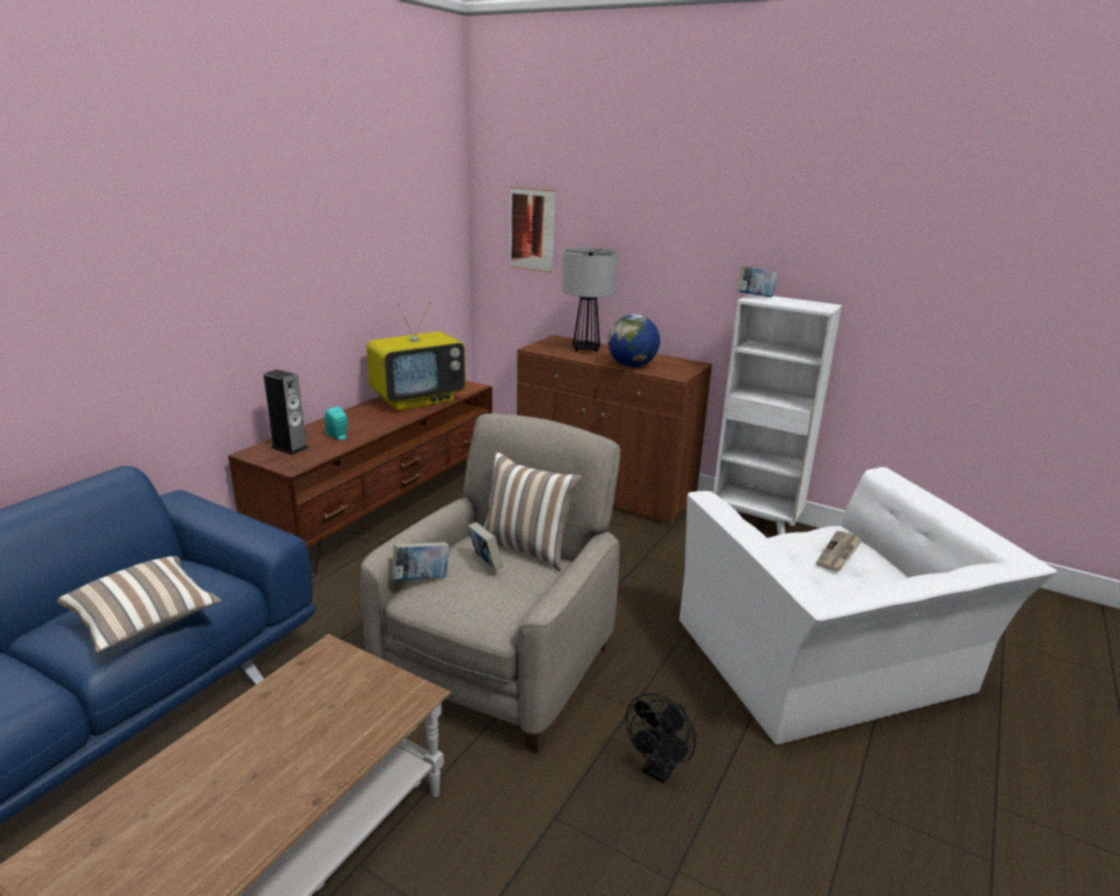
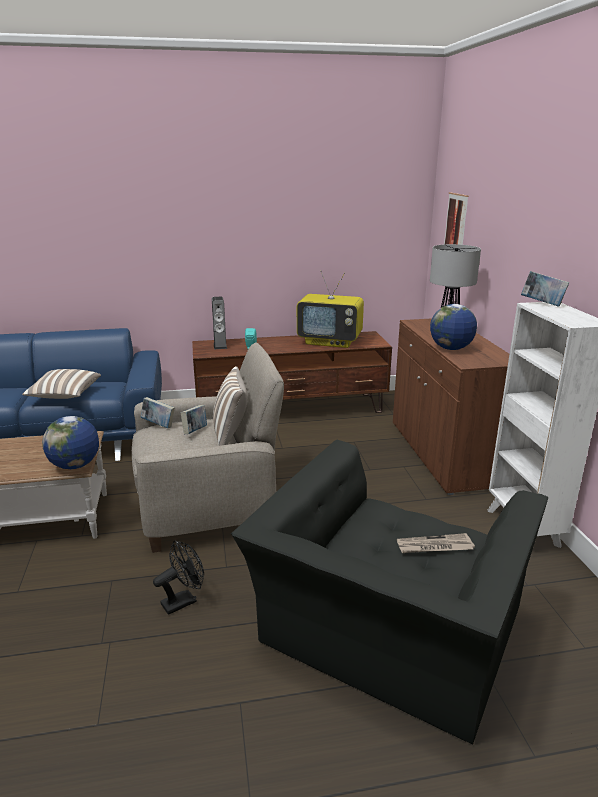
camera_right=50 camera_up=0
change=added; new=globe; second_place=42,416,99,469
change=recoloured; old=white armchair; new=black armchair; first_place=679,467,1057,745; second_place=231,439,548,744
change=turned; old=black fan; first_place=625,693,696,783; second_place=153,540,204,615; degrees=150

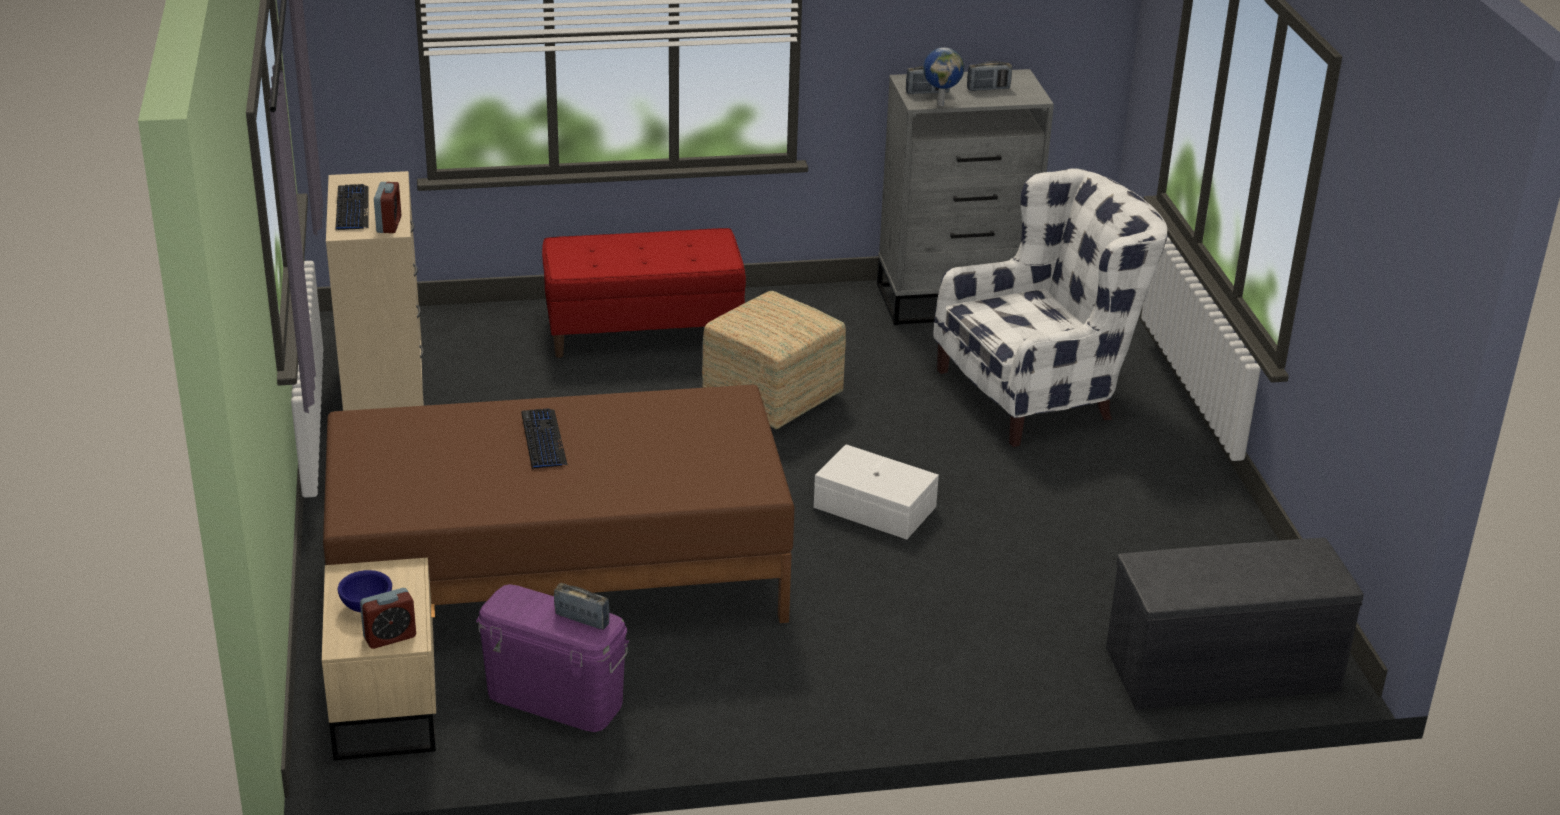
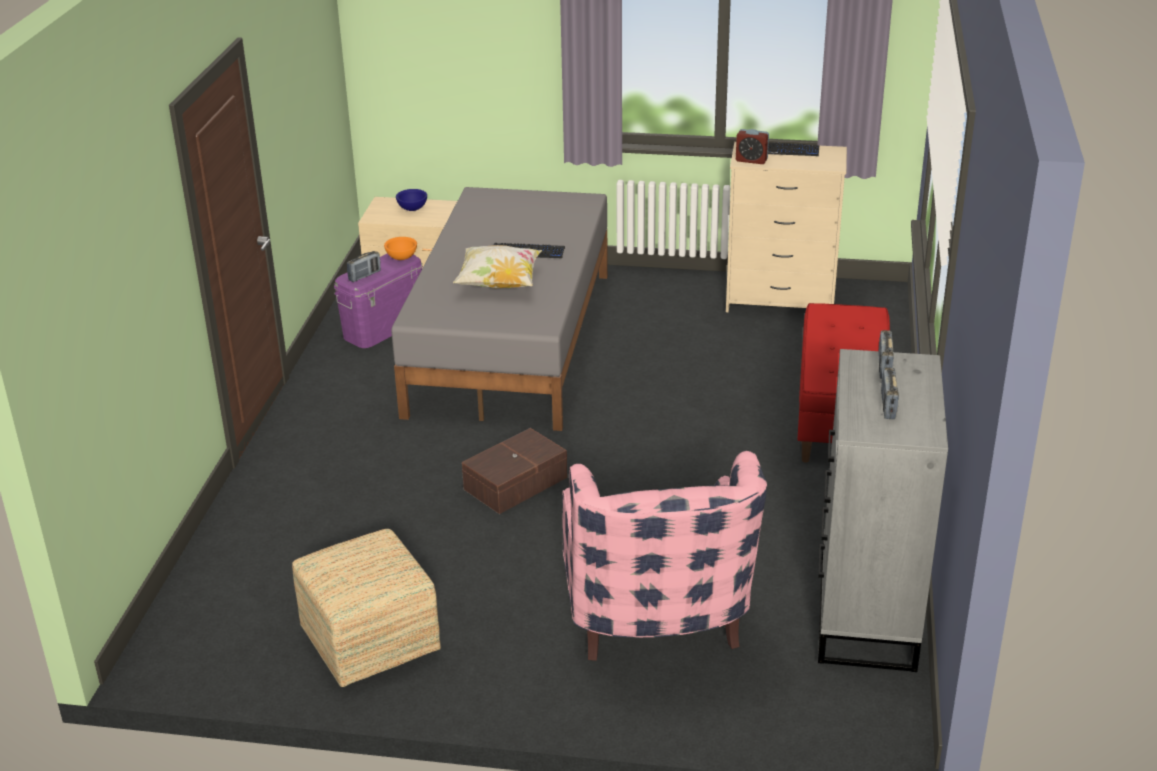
camera_right=110 camera_up=0
change=removed; old=alarm clock; first_place=360,588,416,649
change=removed; old=globe; first_place=923,47,964,106
change=removed; old=grey bench; first_place=1106,538,1364,710
change=added; new=orange bowl; second_place=384,237,417,260
change=added; new=pillow; second_place=453,245,542,289
change=moved; old=ottoman; first_place=702,291,846,429; second_place=292,529,441,687
change=recoloured; old=brown bed; new=grey bed; first_place=323,385,795,623; second_place=391,187,608,431
change=recoloured; old=white storage box; new=brown storage box; first_place=814,444,939,540; second_place=462,428,568,514
change=recoloured; old=white armchair; new=pink armchair; first_place=934,168,1167,447; second_place=562,451,767,661

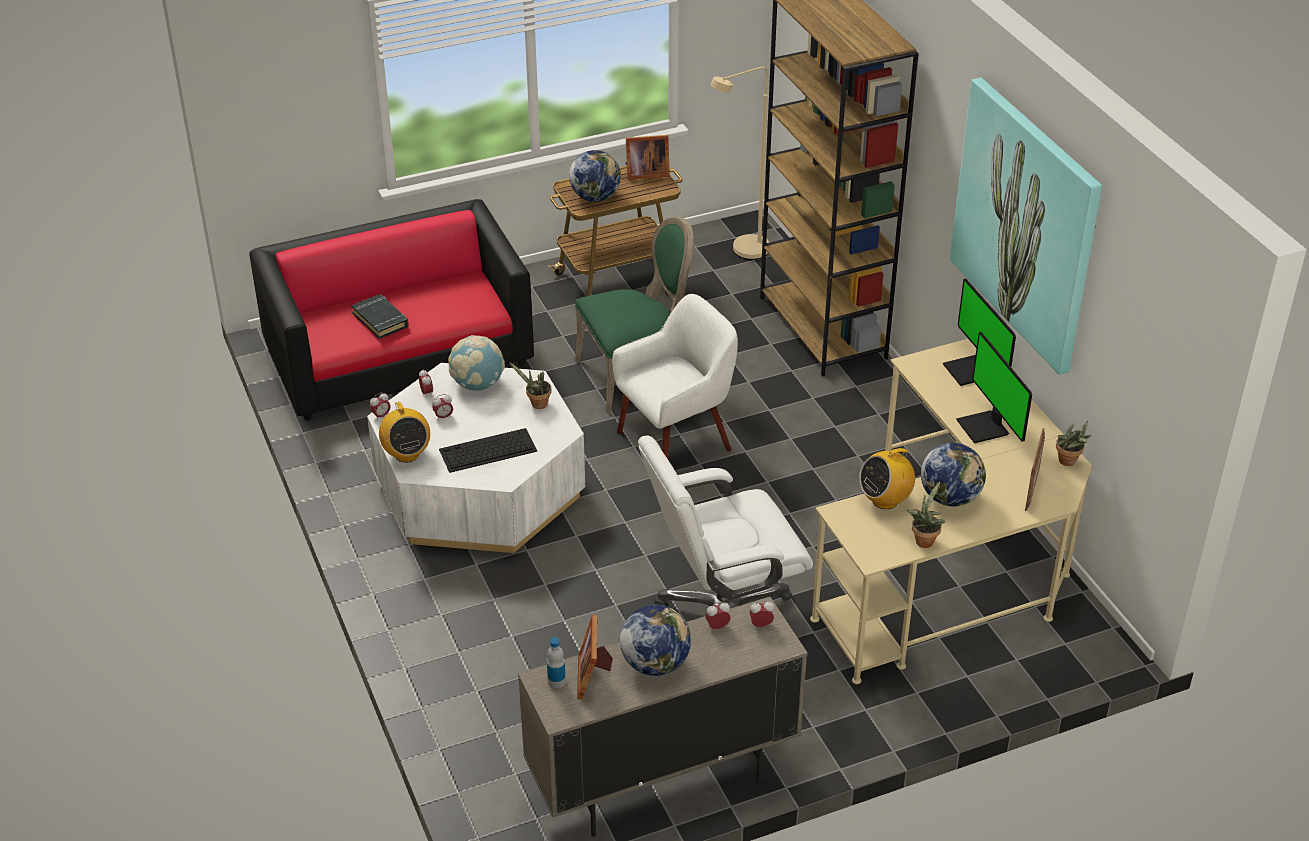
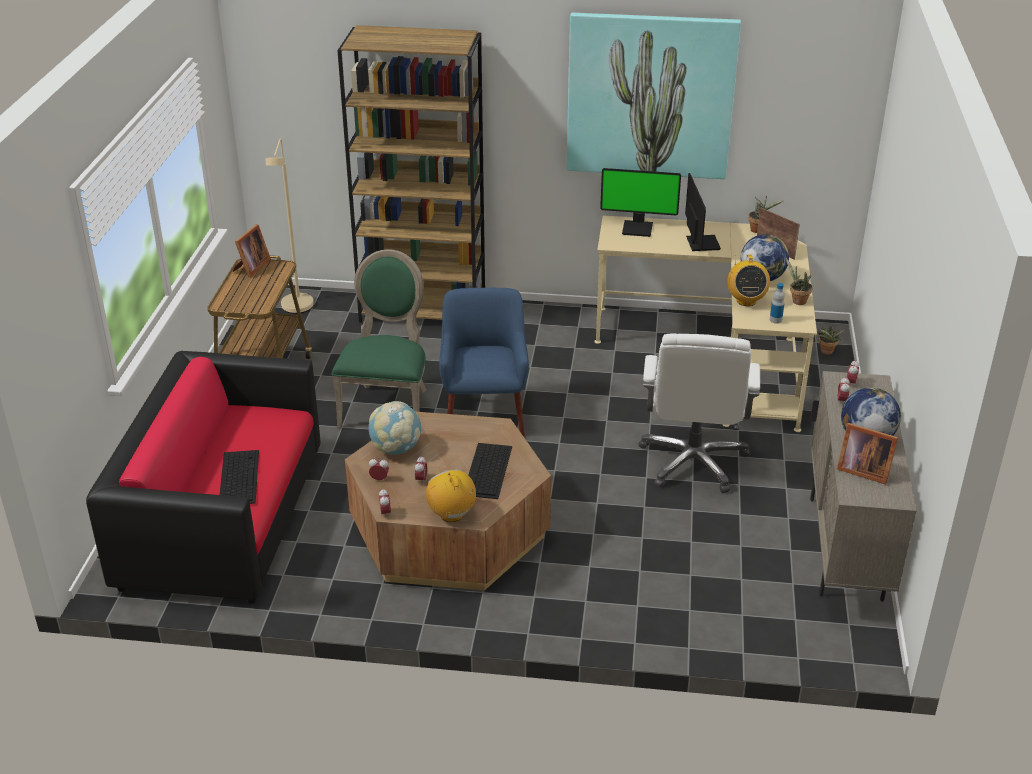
camera_right=-60 camera_up=-5
change=removed; old=globe; first_place=569,150,621,202
change=moved; old=potted plant; first_place=510,363,552,409; second_place=818,324,846,355
change=moved; old=bottle; first_place=547,637,566,688; second_place=770,283,785,324
change=replaced; old=black book; new=keyboard; first_place=351,294,409,339; second_place=220,450,259,504
change=recoloured; old=white coffee table; new=brown coffee table; first_place=367,363,585,553; second_place=345,412,551,590
change=recoloured; old=white armchair; new=blue armchair; first_place=612,294,738,459; second_place=439,288,529,437
change=turned; old=radio; first_place=379,402,430,463; second_place=426,469,476,522; degrees=-120
change=turned; old=monitor; first_place=956,332,1032,443; second_place=685,173,721,251; degrees=-105

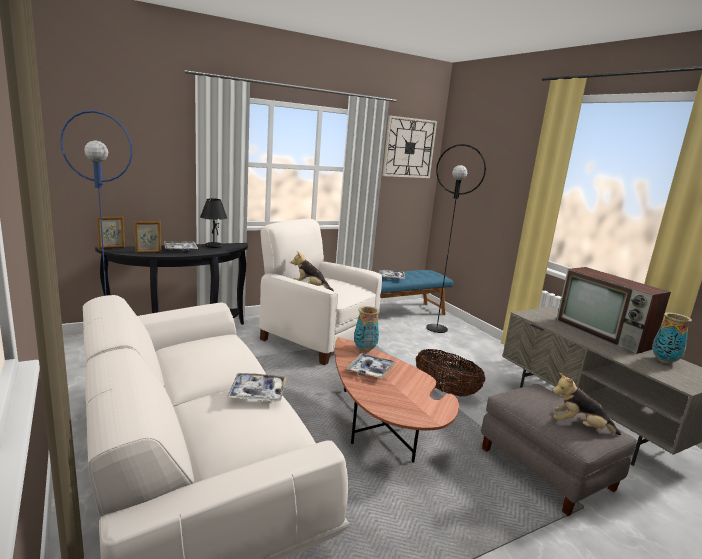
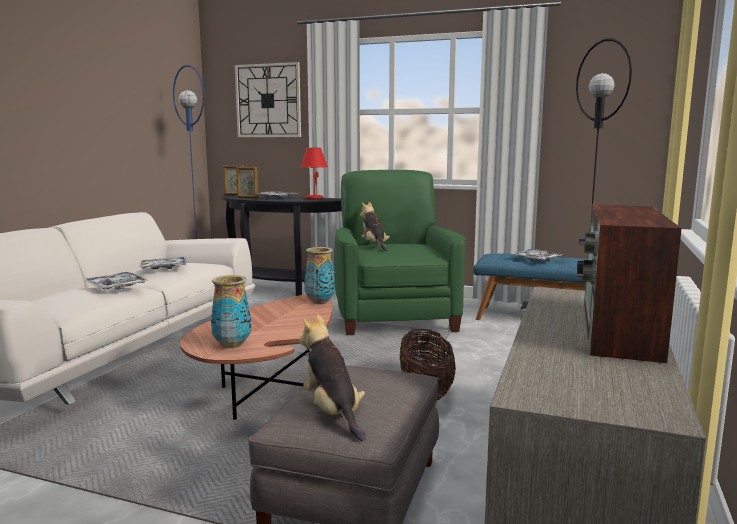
camera_right=50 camera_up=-5
change=moved; old=tray; first_place=346,353,396,379; second_place=139,257,186,269
change=moved; old=wall clock; first_place=383,115,437,178; second_place=235,62,301,137
change=moved; old=vase; first_place=652,312,692,364; second_place=211,275,251,348
change=recoloured; old=black table lamp; new=red table lamp; first_place=200,198,227,248; second_place=300,148,328,199
change=recoloured; old=white armchair; new=green armchair; first_place=259,219,382,365; second_place=334,170,466,335

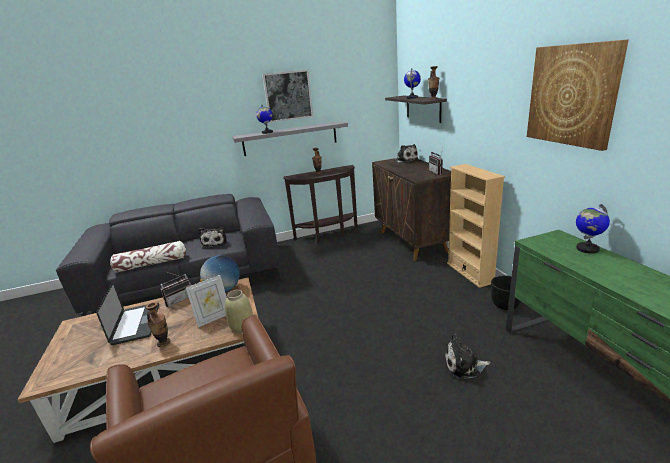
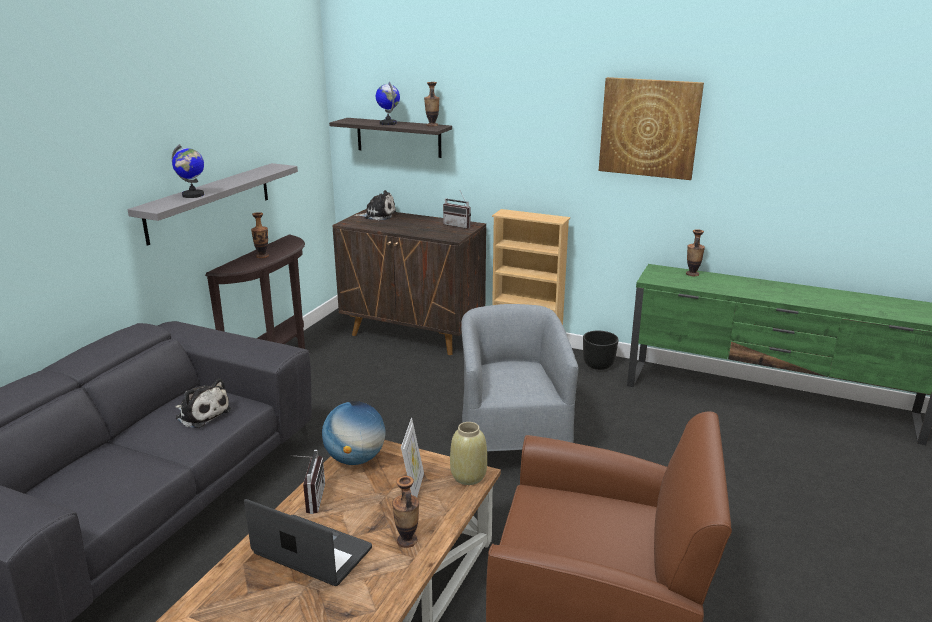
camera_right=-50 camera_up=0
change=removed; old=pillow; first_place=110,241,186,273
change=removed; old=picture; first_place=262,69,313,122
change=removed; old=plush toy; first_place=444,334,490,379
change=added; new=grey armchair; second_place=461,304,578,451
change=replaced; old=globe; new=vase; first_place=576,204,610,254; second_place=686,229,705,277

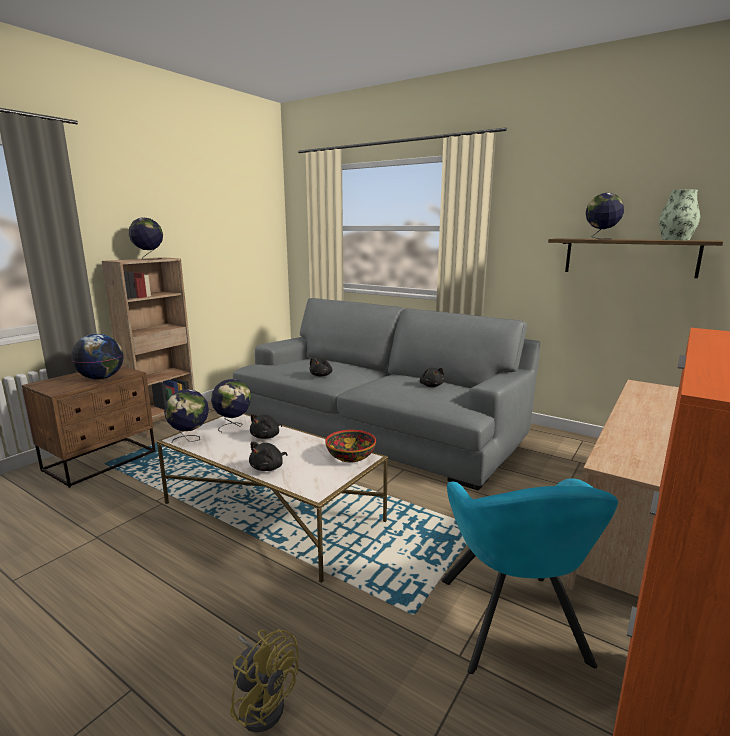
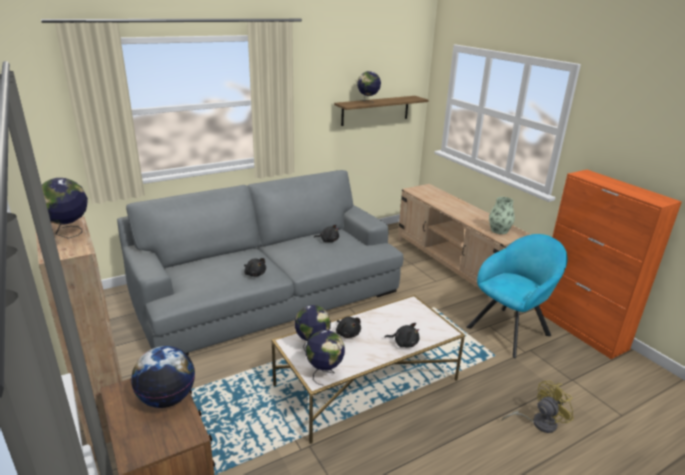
camera_right=-65 camera_up=10
change=removed; old=bowl; first_place=325,430,376,462
change=moved; old=vase; first_place=659,190,700,240; second_place=489,197,515,234
change=turned; old=black plush toy; first_place=249,442,287,471; second_place=384,323,420,348; degrees=-45
change=turned; old=turquoise armchair; first_place=442,478,618,674; second_place=466,234,568,358; degrees=-60

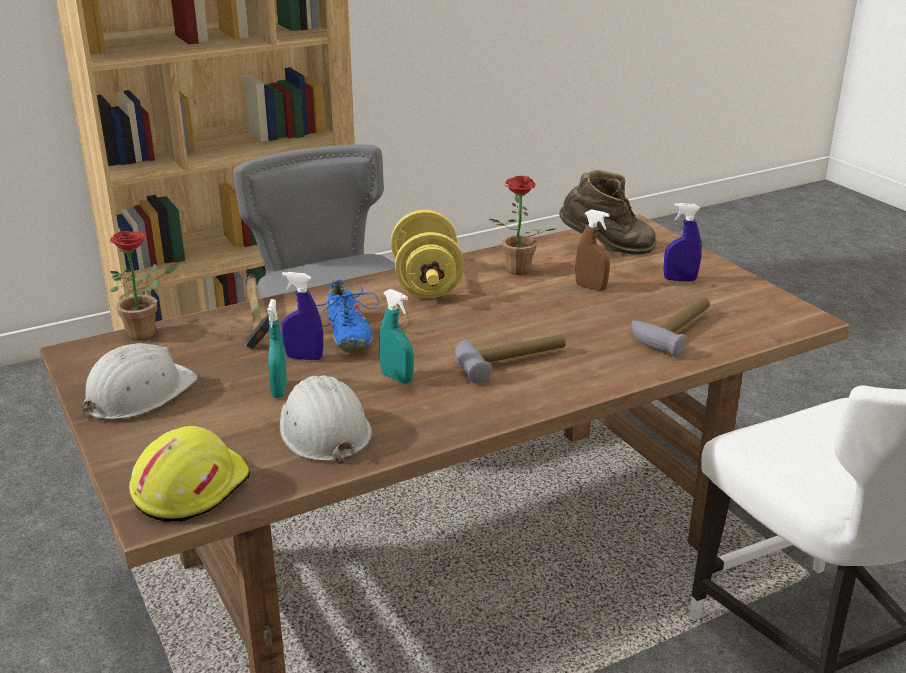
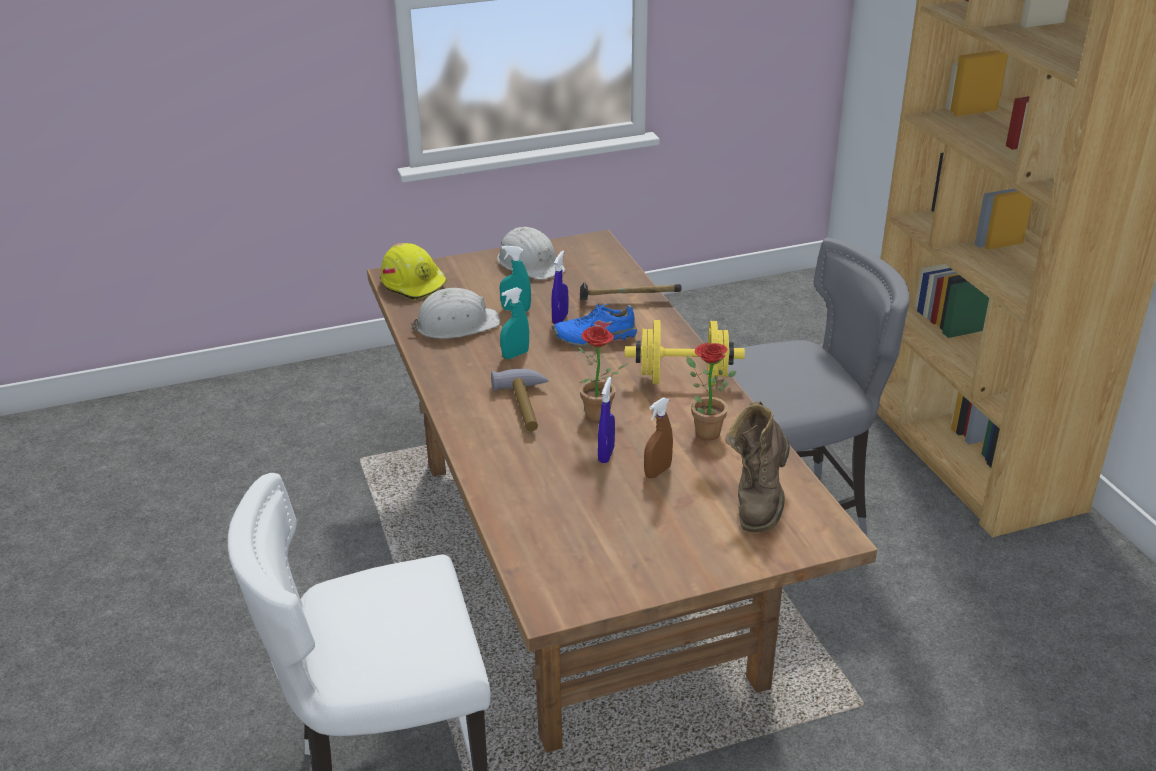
camera_right=100 camera_up=5
change=removed; old=hammer; first_place=631,297,710,357
change=moved; old=potted plant; first_place=110,231,179,341; second_place=578,326,628,422
change=moved; old=blue spray bottle; first_place=664,203,702,281; second_place=598,377,615,463

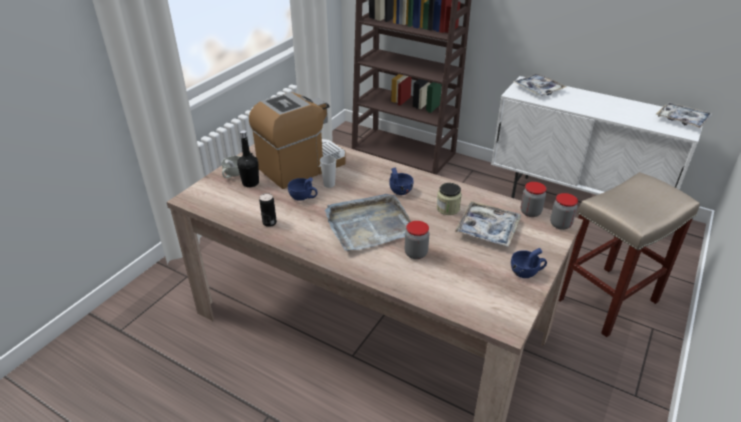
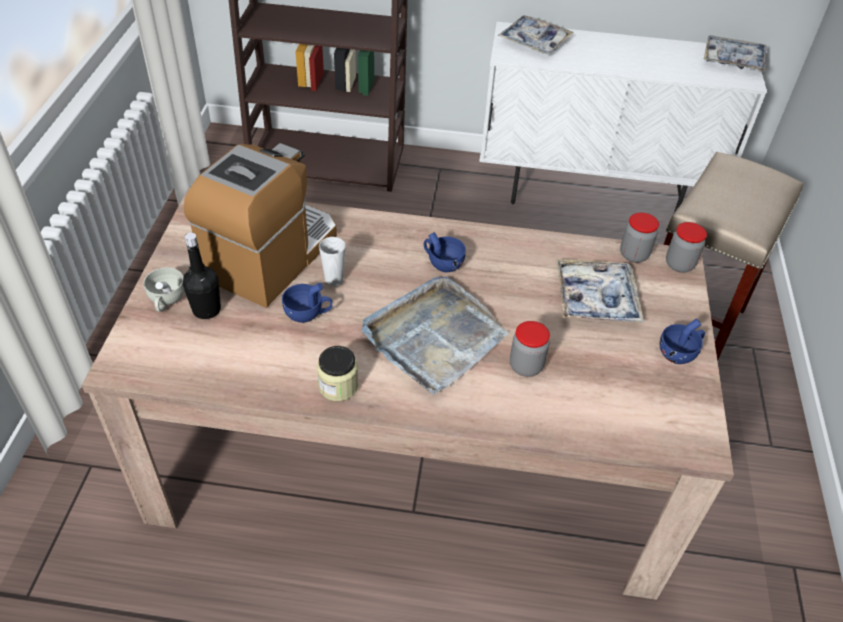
camera_right=-25 camera_up=10
change=removed; old=can; first_place=259,193,277,227
change=moved; old=jar; first_place=437,183,462,215; second_place=317,346,358,401

